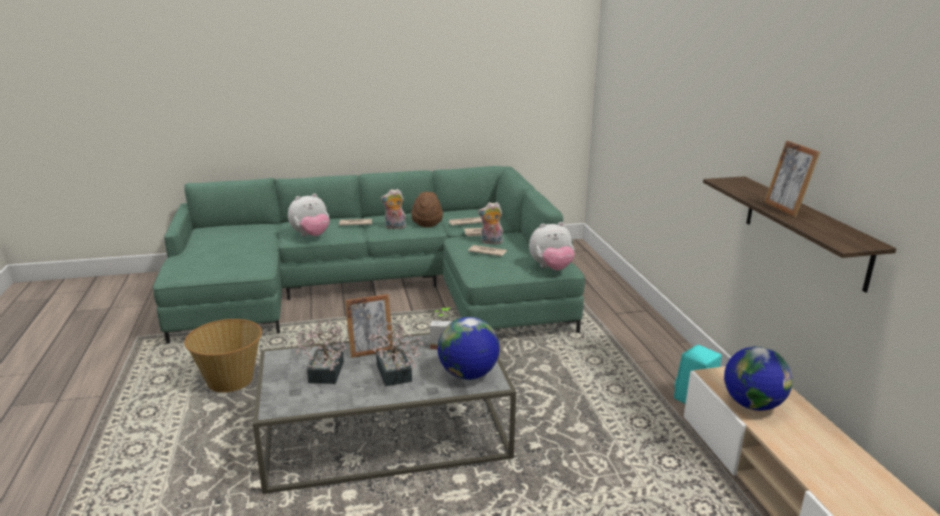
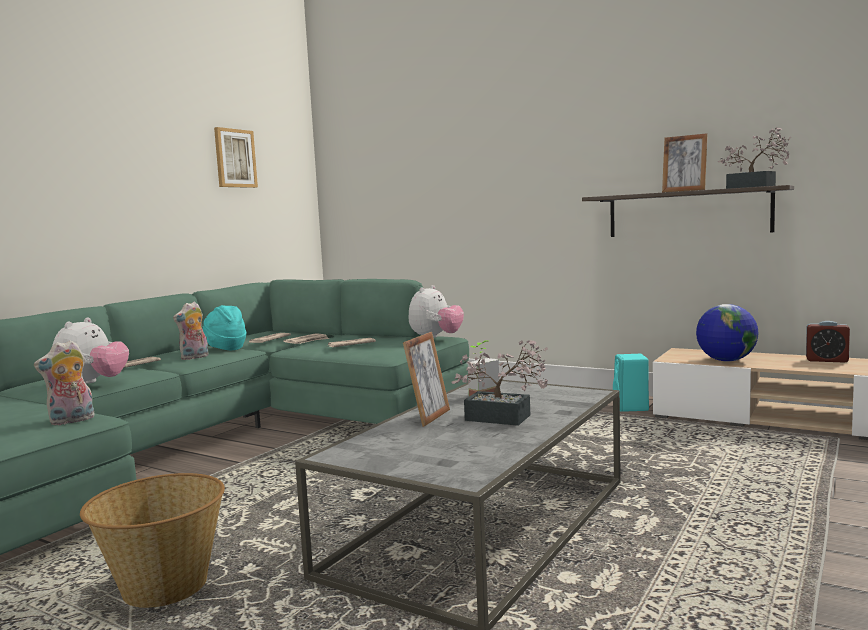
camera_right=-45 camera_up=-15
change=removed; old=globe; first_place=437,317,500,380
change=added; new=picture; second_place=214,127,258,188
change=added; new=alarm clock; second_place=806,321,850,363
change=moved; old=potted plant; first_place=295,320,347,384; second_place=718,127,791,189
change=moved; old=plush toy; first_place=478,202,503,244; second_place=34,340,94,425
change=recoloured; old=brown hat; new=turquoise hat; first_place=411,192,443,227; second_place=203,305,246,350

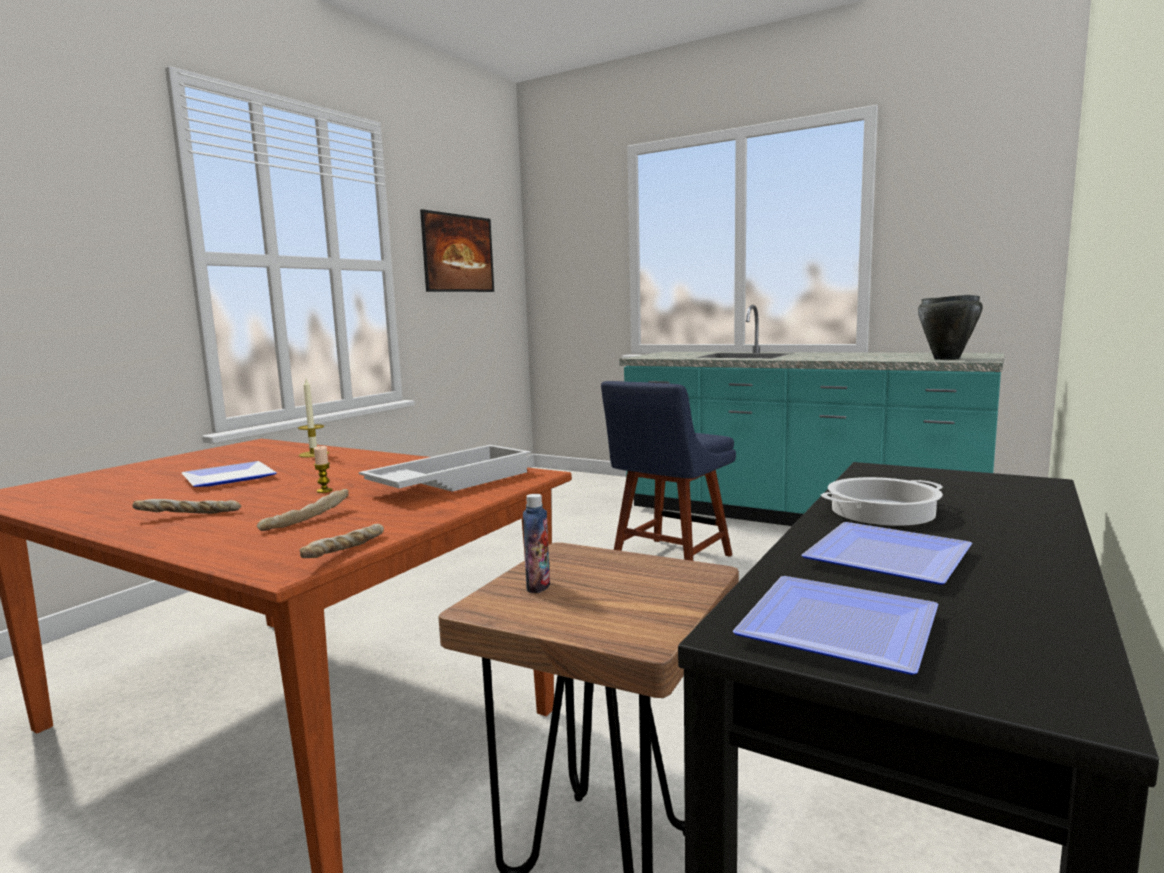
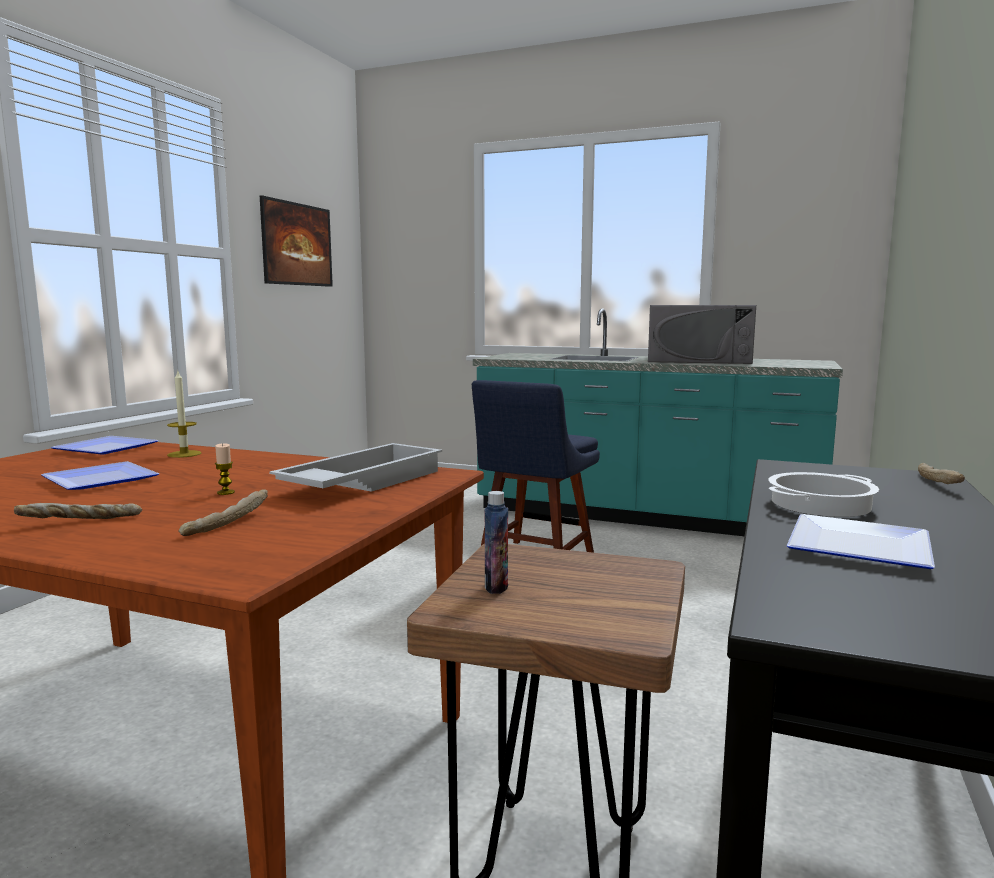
camera_right=-10 camera_up=0
change=removed; old=black cooking pot; first_place=918,295,983,360
change=added; new=grey microwave; second_place=648,305,756,364
change=moved; old=bread; first_place=299,524,384,558; second_place=918,463,965,484
change=moved; old=plate; first_place=732,576,938,675; second_place=51,436,158,455

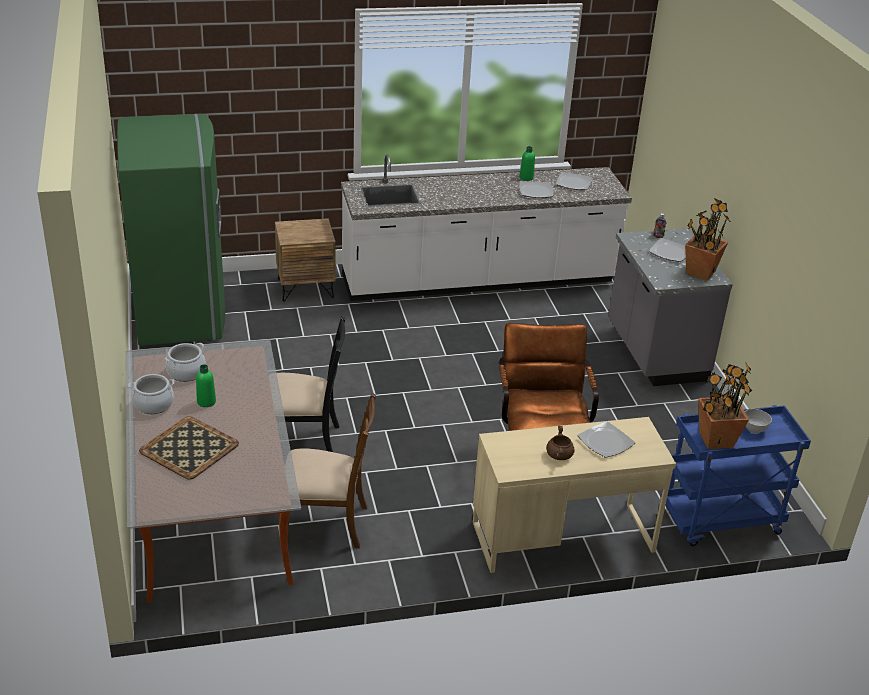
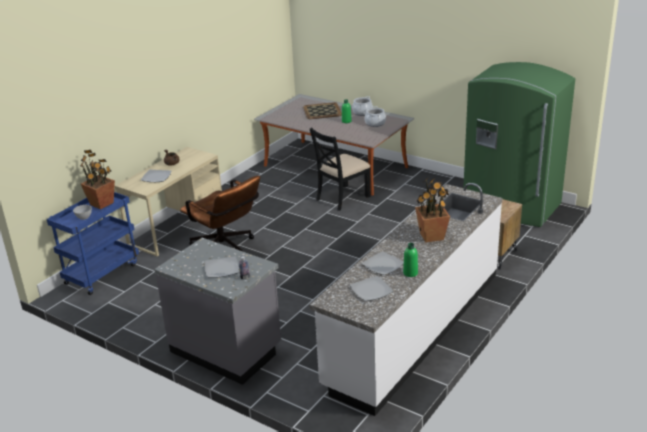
camera_right=140 camera_up=-5
change=removed; old=brown chair; first_place=279,393,376,548
change=moved; old=potted plant; first_place=685,198,731,281; second_place=415,177,450,242

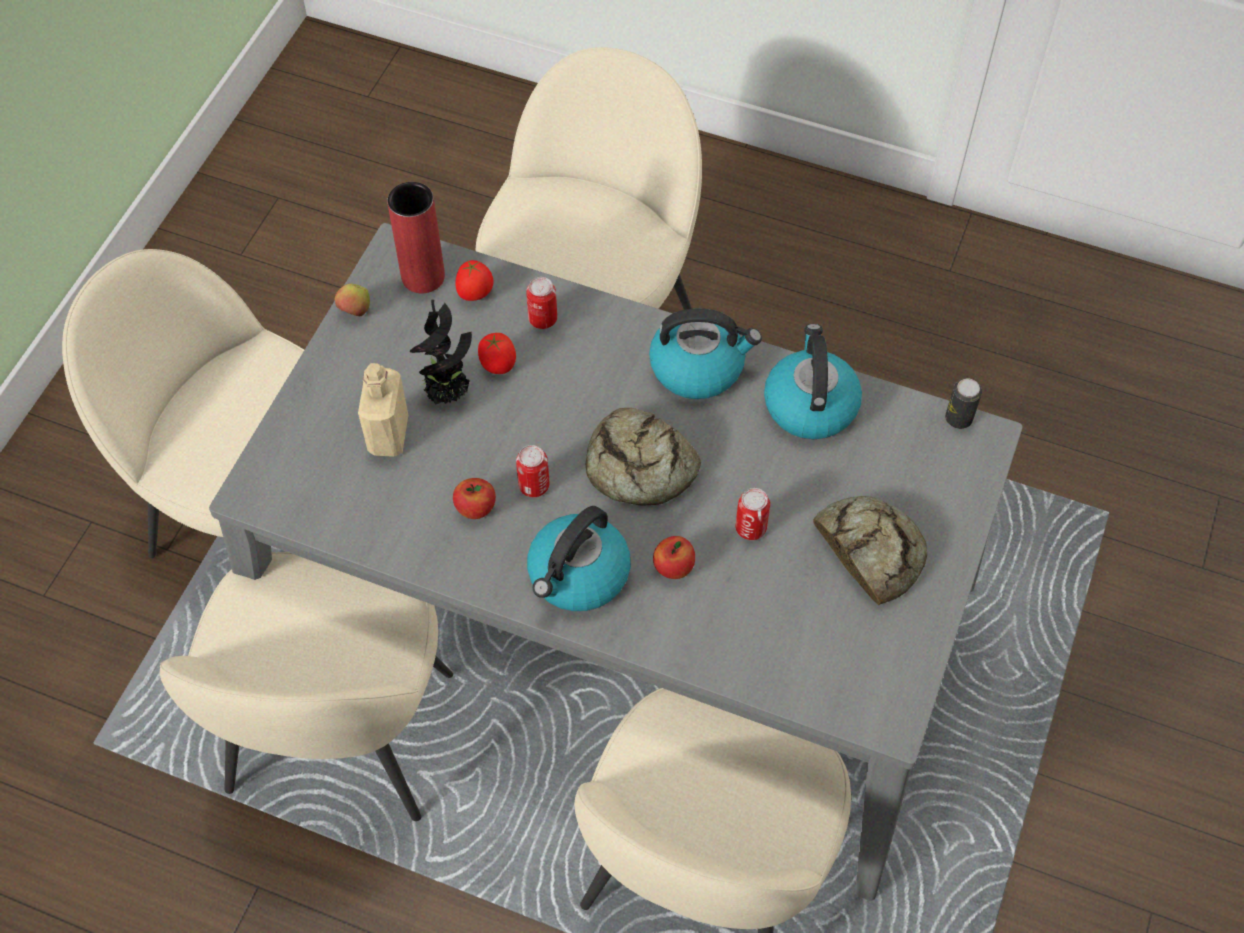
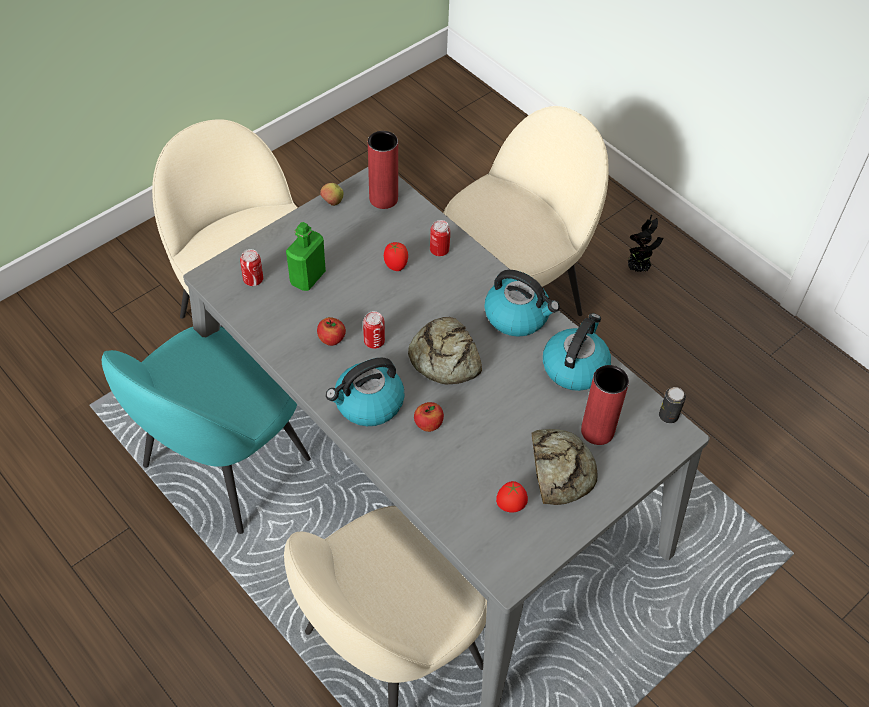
camera_right=25 camera_up=-5
change=added; new=red vase; second_place=581,365,629,445
change=moved; old=potted plant; first_place=410,300,472,404; second_place=627,215,663,272
change=moved; old=tomato; first_place=455,260,494,301; second_place=496,481,528,513
change=moved; old=can; first_place=735,488,770,540; second_place=240,249,263,286
change=recoloured; old=beige chair; new=turquoise chair; first_place=160,552,453,821; second_place=102,326,311,534
change=recoloured; old=beige bottle; new=green bottle; first_place=358,363,408,457; second_place=286,222,326,291

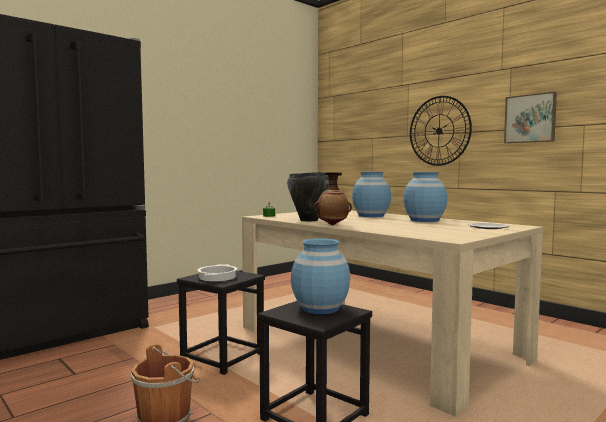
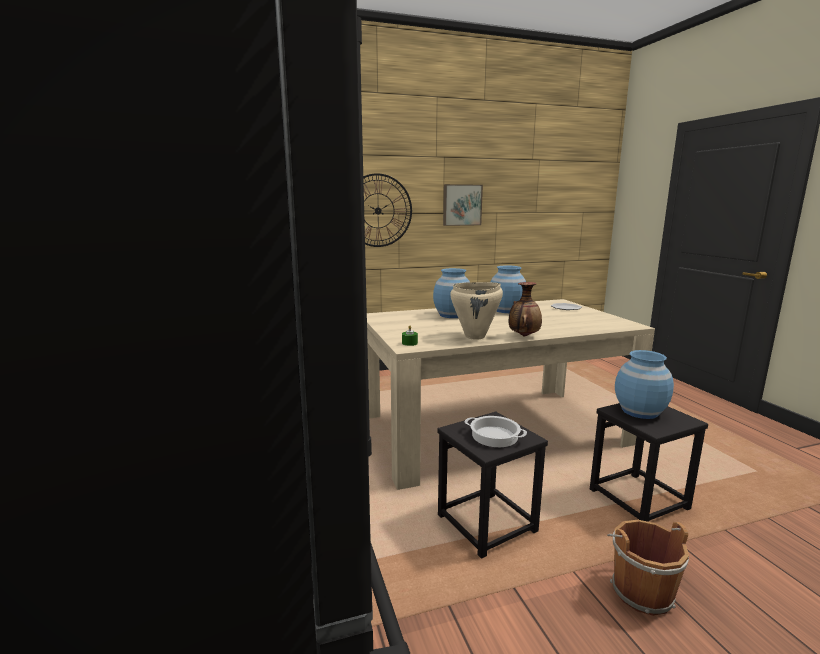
camera_right=-65 camera_up=10
change=recoloured; old=black cooking pot; new=beige cooking pot; first_place=287,172,329,221; second_place=450,282,503,340

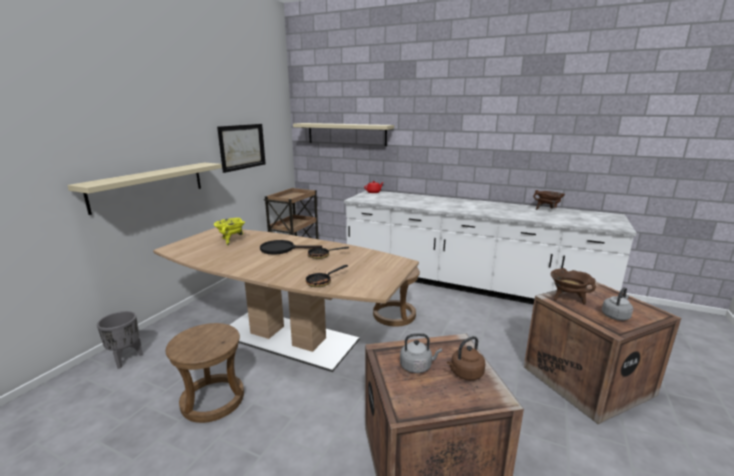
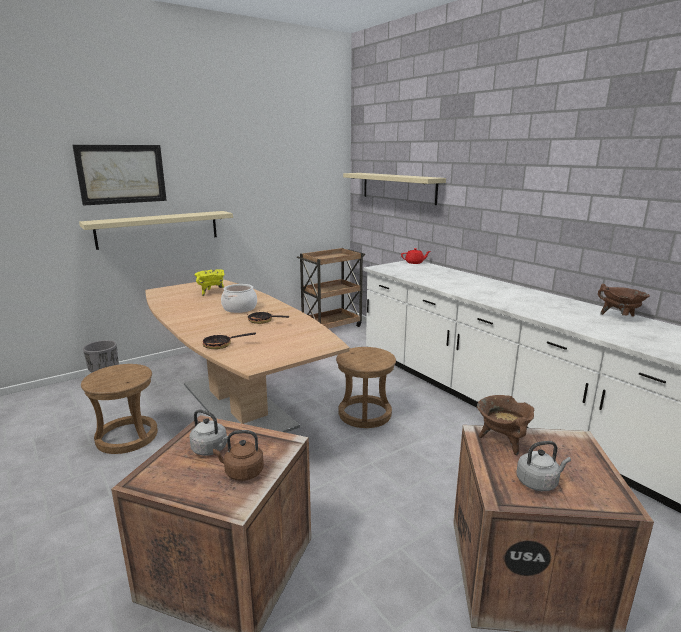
camera_right=30 camera_up=0
change=moved; old=picture; first_place=217,124,266,173; second_place=72,145,167,206
change=replaced; old=black frying pan; new=cooking pot; first_place=260,240,322,255; second_place=221,284,257,313

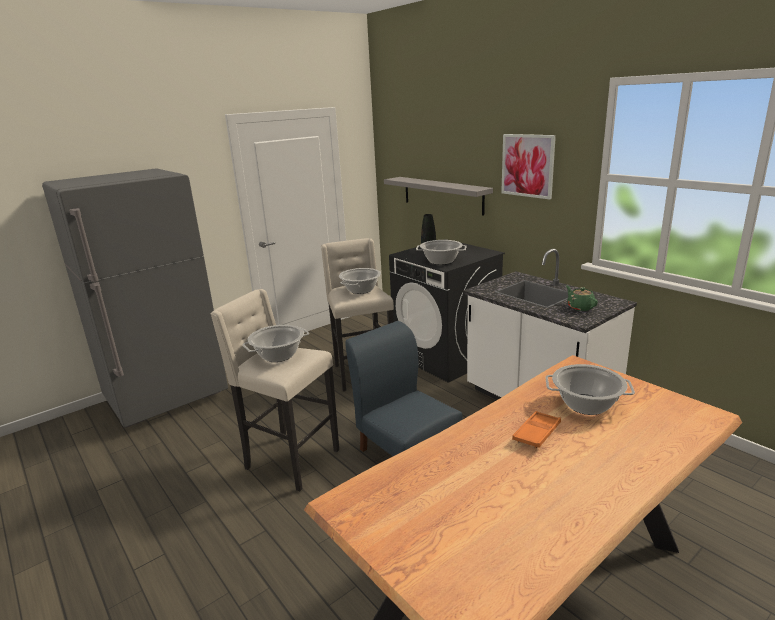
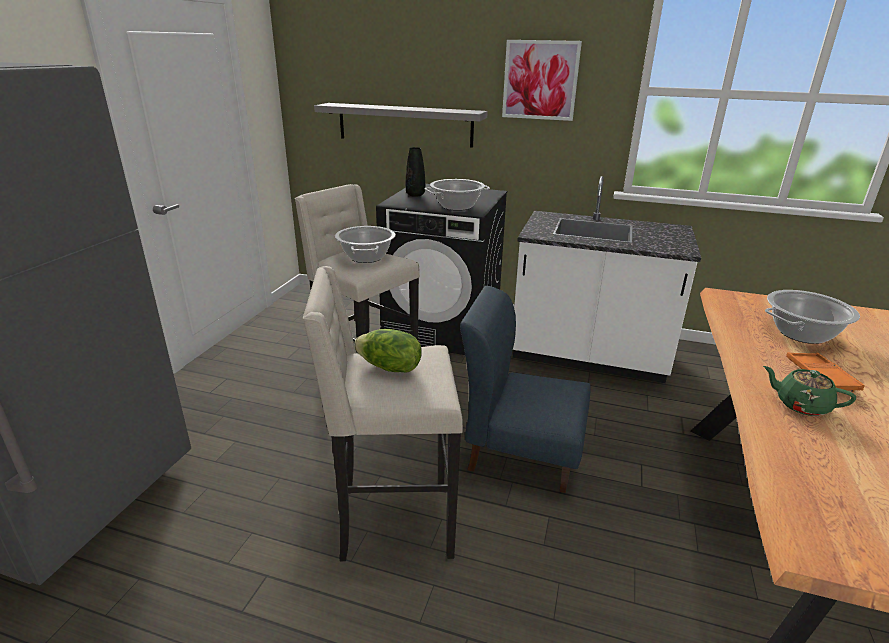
camera_right=-35 camera_up=5
change=moved; old=green teapot; first_place=566,285,598,311; second_place=763,366,856,416
change=replaced; old=cooking pot; new=lettuce; first_place=242,325,309,362; second_place=354,329,422,373

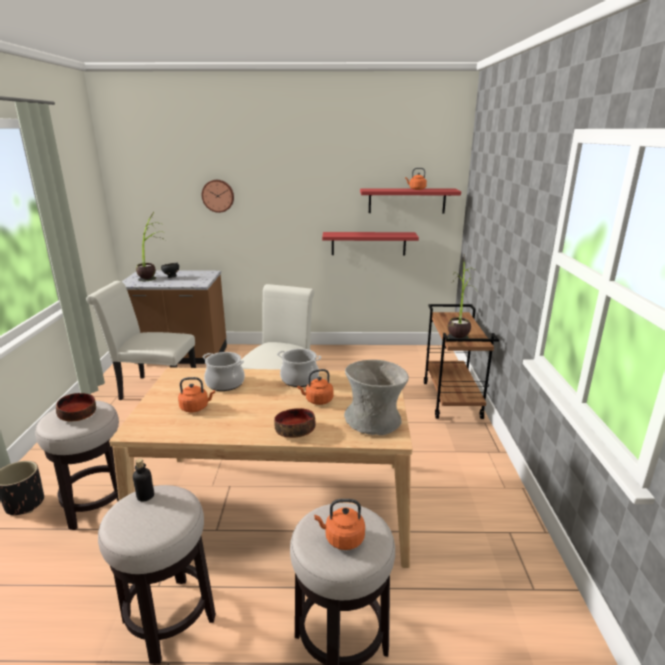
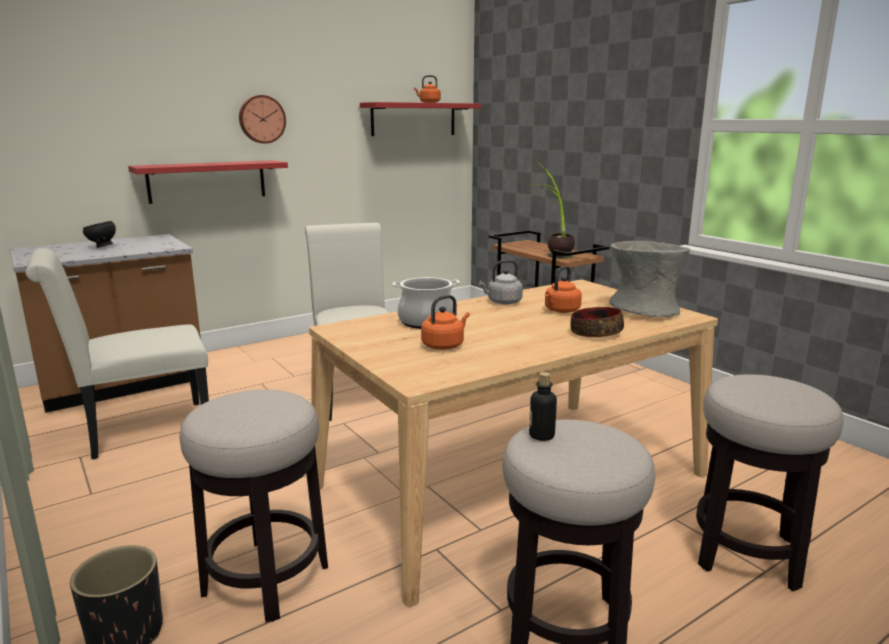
camera_right=-35 camera_up=-5
change=removed; old=bowl; first_place=56,393,96,421
change=removed; old=potted plant; first_place=136,212,165,281
change=removed; old=orange kettle; first_place=314,499,365,550
change=moved; old=wall clock; first_place=202,180,234,213; second_place=239,95,286,144
change=moved; old=red shelf; first_place=322,232,419,255; second_place=128,160,288,204
change=replaced; old=cooking pot; new=grey kettle; first_place=277,349,321,387; second_place=479,260,523,304

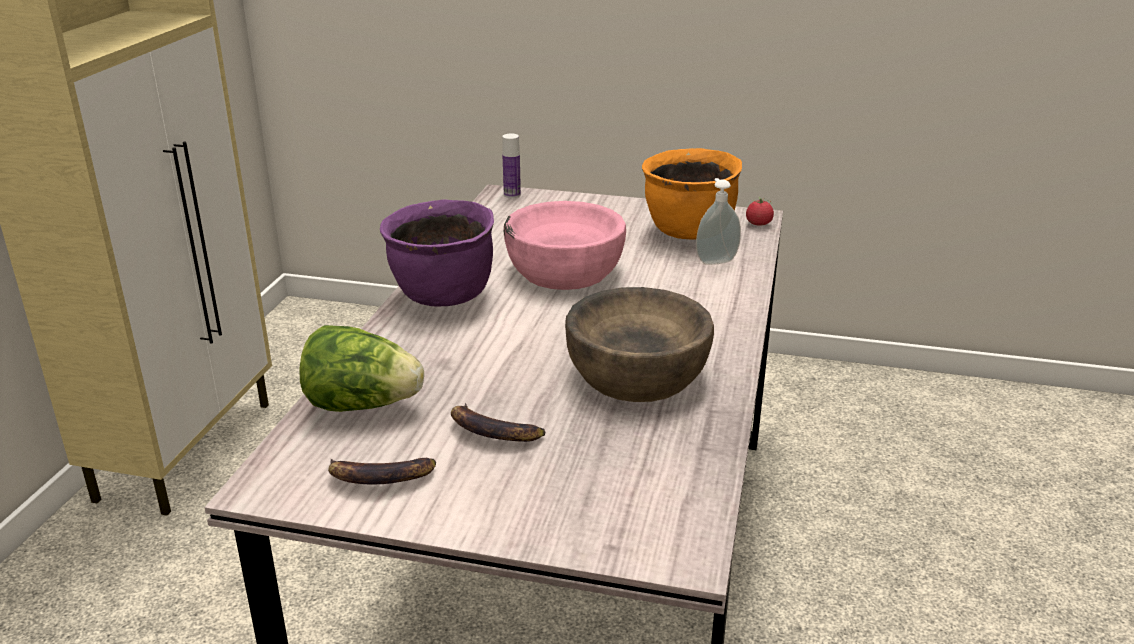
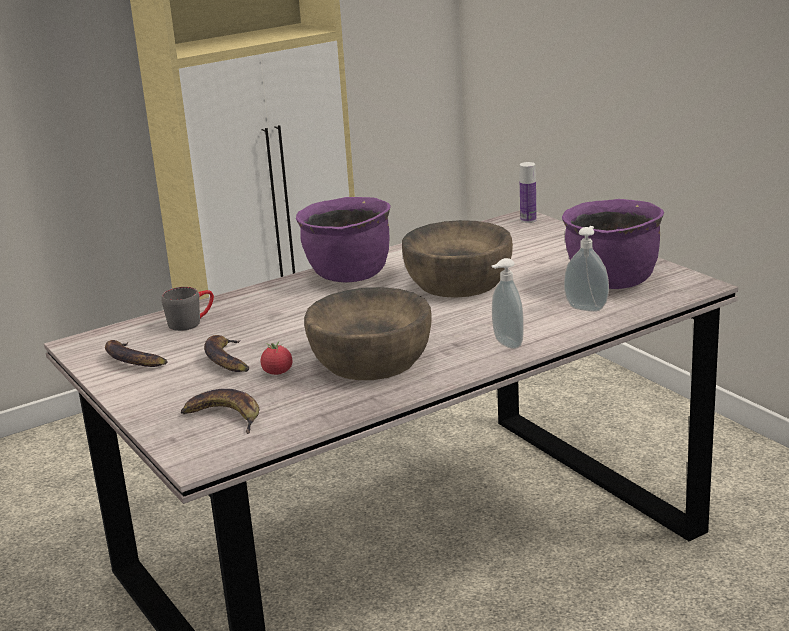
camera_right=45 camera_up=-5
change=added; new=banana; second_place=181,389,259,434
change=added; new=soap dispenser; second_place=492,258,524,349
change=moved; old=tomato; first_place=746,197,774,226; second_place=261,341,292,375
change=replaced; old=lettuce; new=grey mug; first_place=299,325,424,412; second_place=161,287,214,331
change=recoloured; old=pink bowl; new=brown bowl; first_place=504,201,626,290; second_place=402,220,513,298
change=recoloured; old=orange cooking pot; new=purple cooking pot; first_place=642,148,742,240; second_place=562,199,664,289

